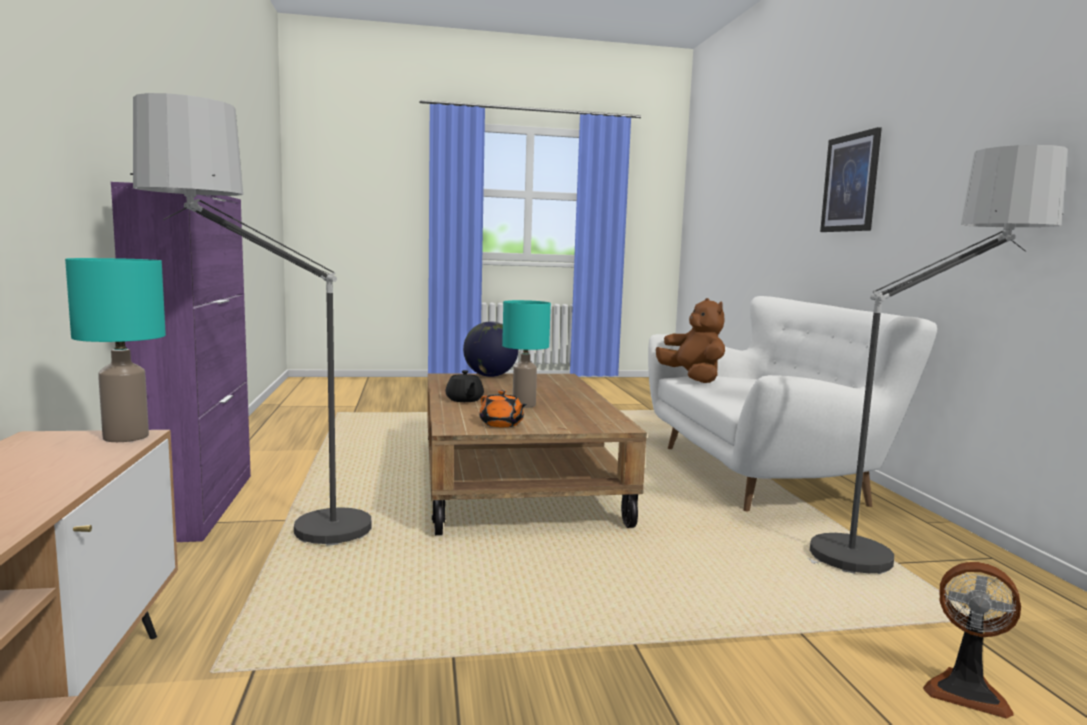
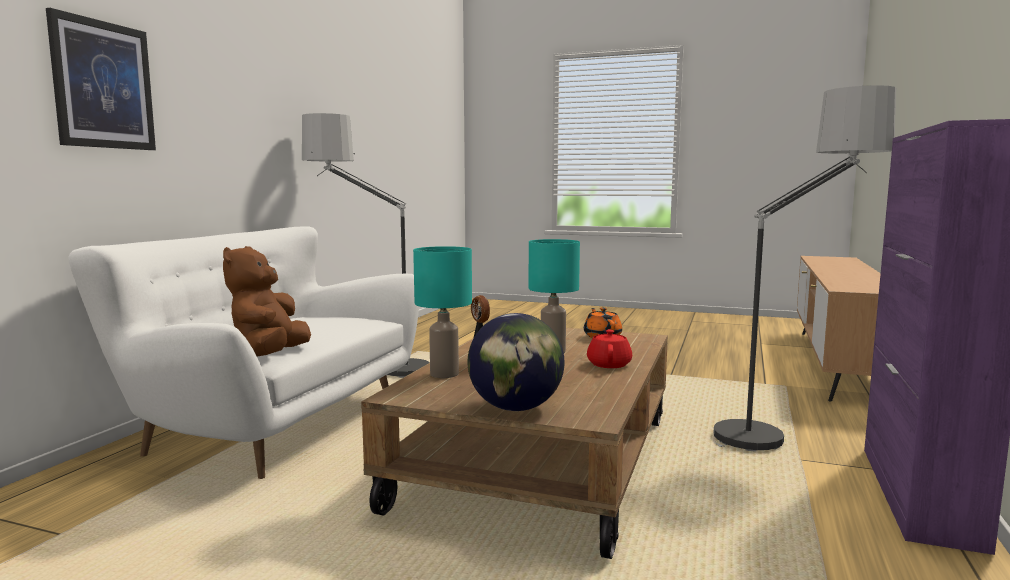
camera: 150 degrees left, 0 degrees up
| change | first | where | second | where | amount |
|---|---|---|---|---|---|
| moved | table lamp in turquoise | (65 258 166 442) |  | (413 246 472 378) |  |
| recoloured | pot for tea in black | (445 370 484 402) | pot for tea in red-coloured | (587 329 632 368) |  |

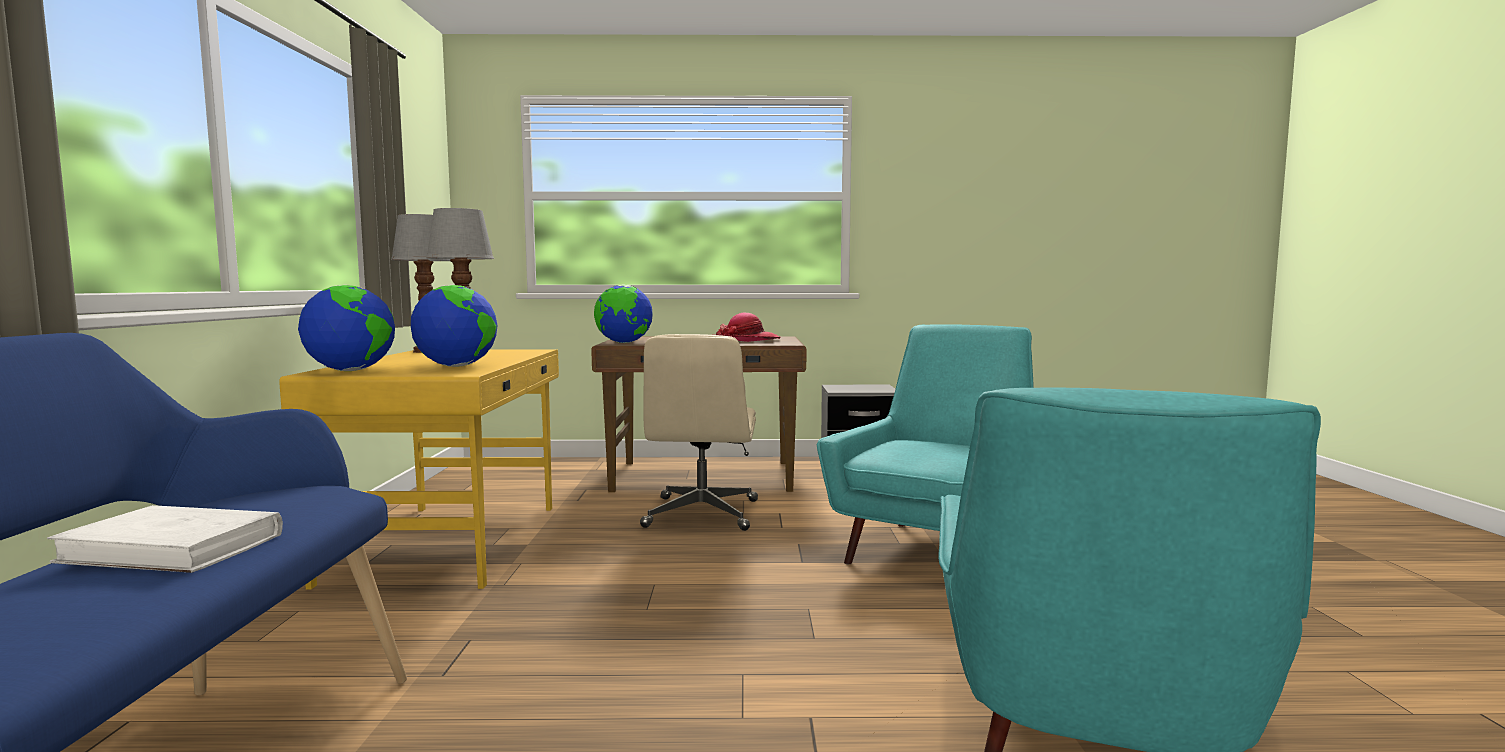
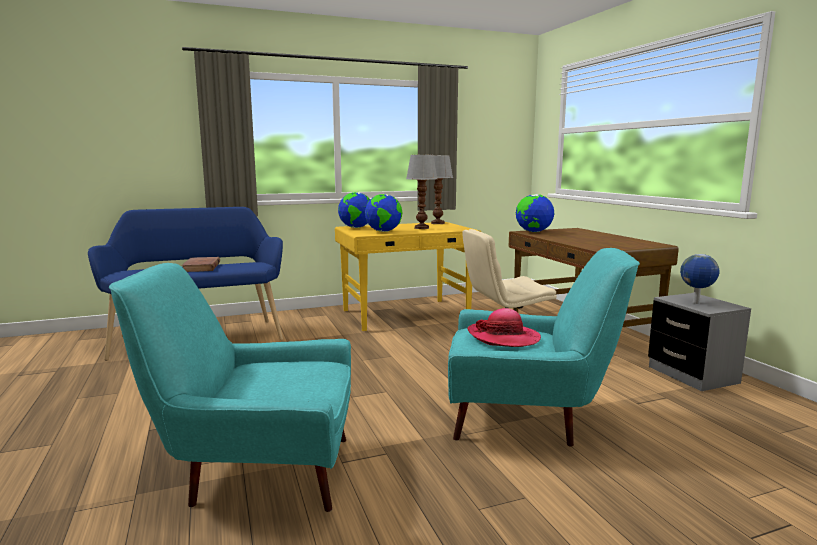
camera: 70 degrees right, 5 degrees up
| change | first | where | second | where | amount |
|---|---|---|---|---|---|
| added |  |  | desk globe | (680 254 719 304) |  |
| moved | clothing hat | (716 313 781 342) |  | (467 308 541 347) |  |
| recoloured | volume in white | (47 505 283 573) | volume in brown | (181 257 220 272) |  |

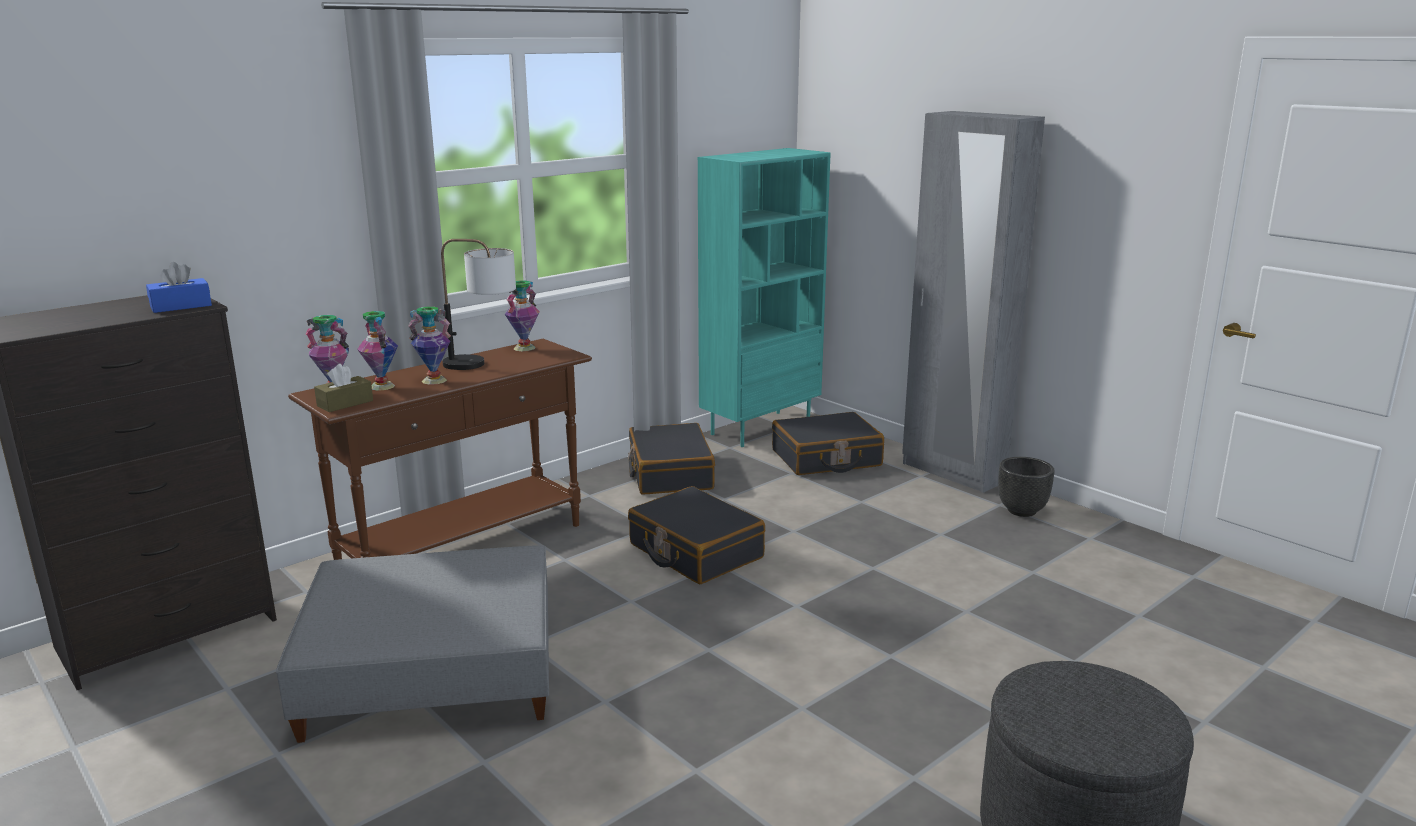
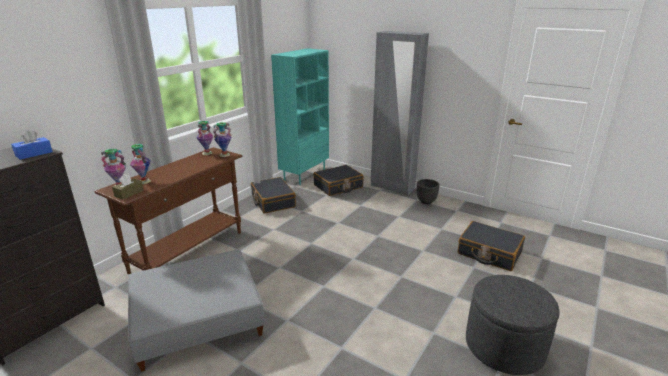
camera: 15 degrees left, 5 degrees up
| change | first | where | second | where | amount |
|---|---|---|---|---|---|
| removed | table lamp | (441 239 516 370) |  |  |  |
| moved | flower vase | (408 306 451 385) |  | (213 122 232 157) |  |
| moved | suitcase in black | (628 486 765 584) |  | (458 221 525 271) |  |

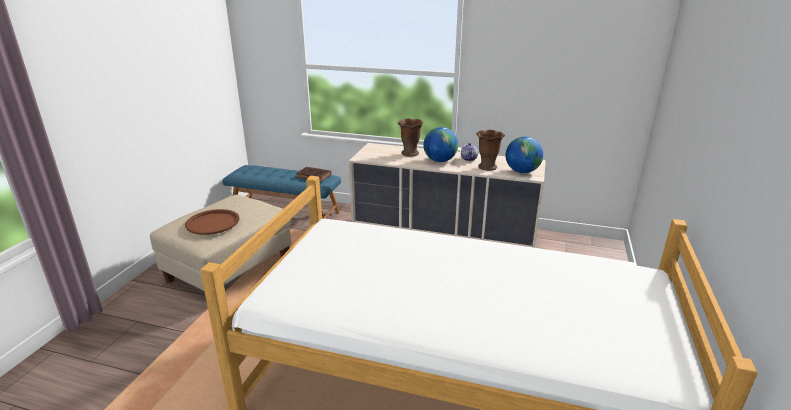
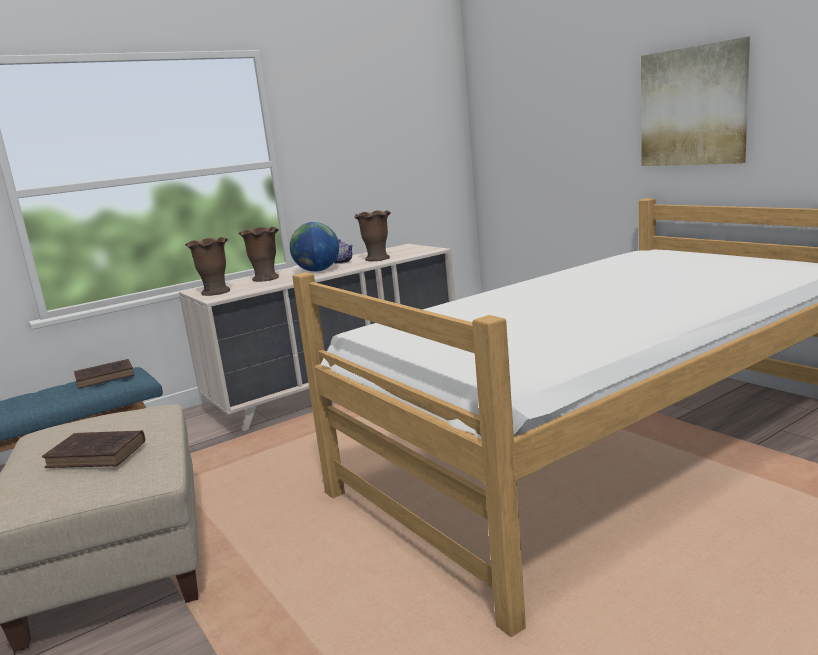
camera: 50 degrees left, 10 degrees down
| change | first | where | second | where | amount |
|---|---|---|---|---|---|
| removed | desk globe | (506 136 543 173) |  |  |  |
| added |  |  | flower vase in brown | (185 237 230 296) |  |
| added |  |  | picture | (641 37 750 166) |  |
| replaced | carrying tray in brown | (185 209 239 235) | volume in brown | (42 431 145 468) |  |

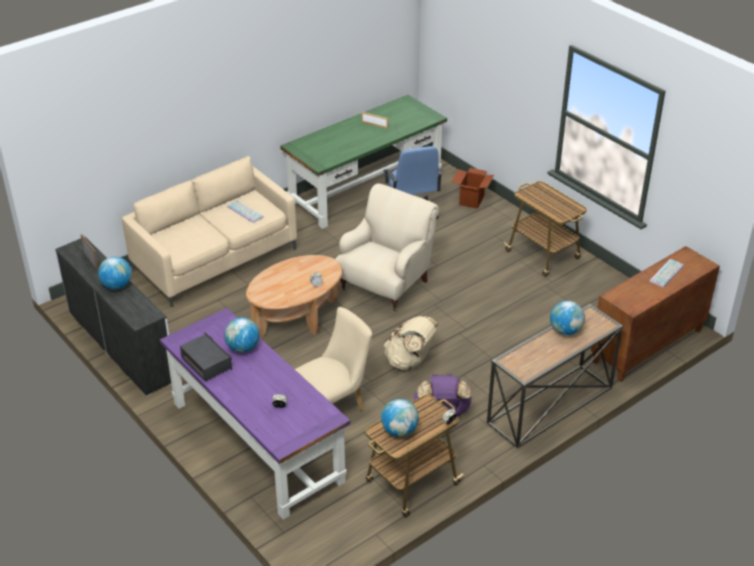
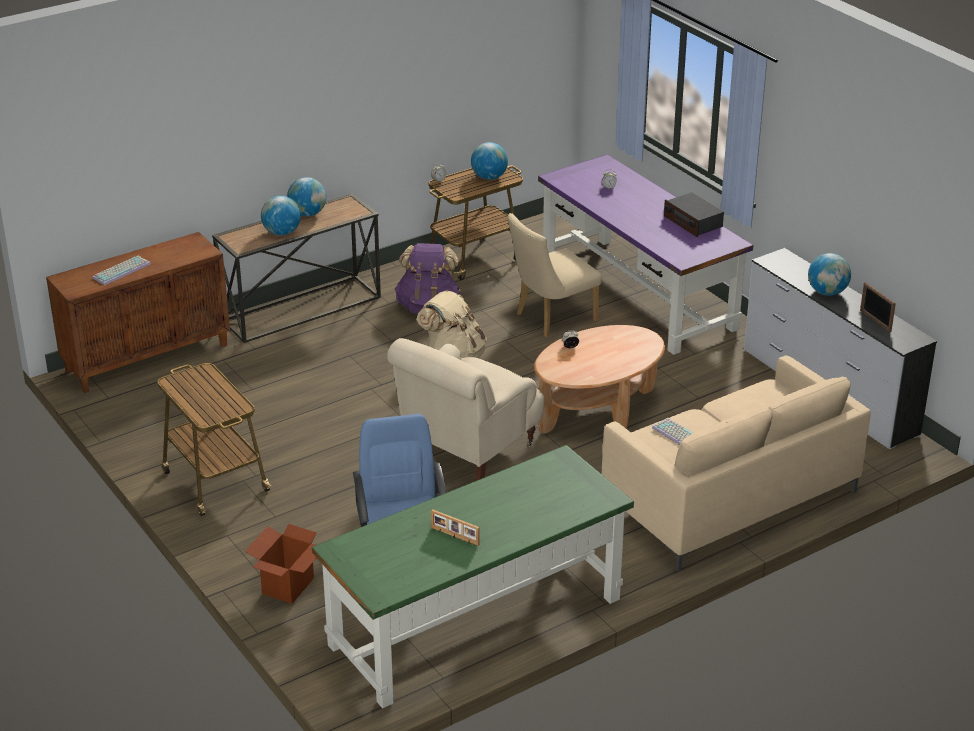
camera: 175 degrees left, 5 degrees down
| change | first | where | second | where | amount |
|---|---|---|---|---|---|
| moved | desk globe | (224 318 259 353) |  | (287 177 326 217) |  |

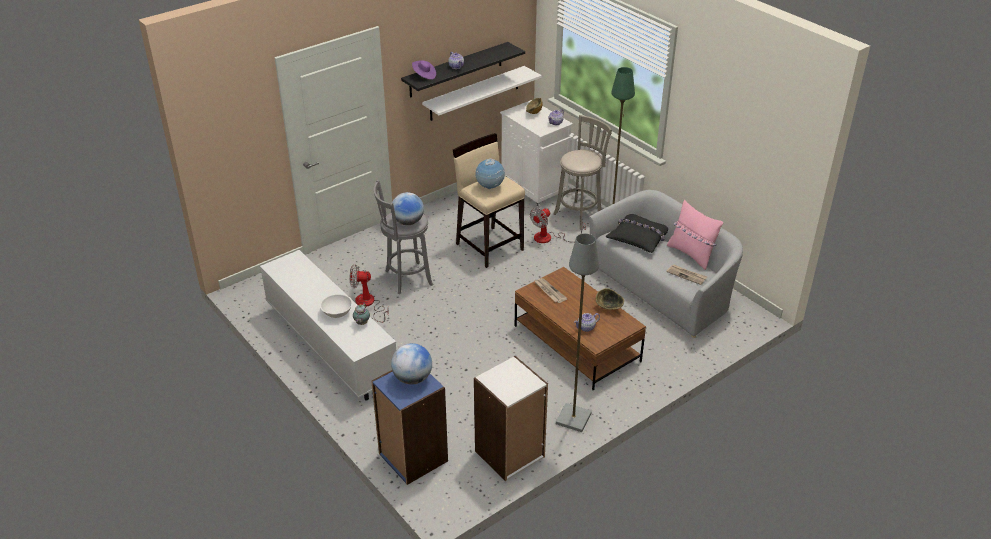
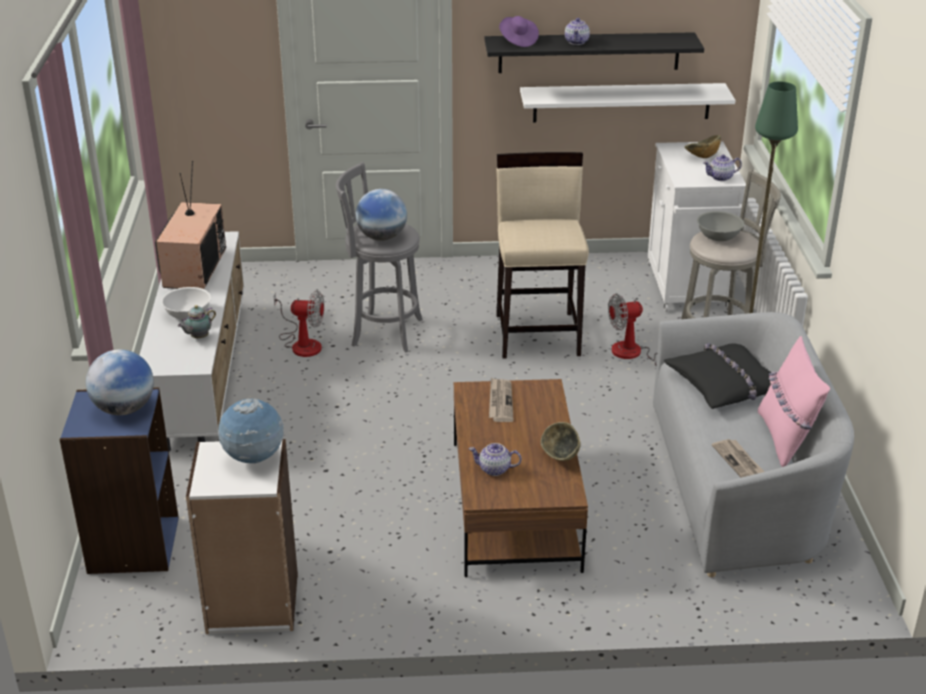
camera: 35 degrees right, 5 degrees down
| change | first | where | second | where | amount |
|---|---|---|---|---|---|
| removed | standard lamp in grey | (556 233 599 432) |  |  |  |
| added |  |  | TV set | (155 161 226 289) |  |
| added |  |  | serving bowl in grey | (697 211 744 241) |  |
| moved | desk globe | (475 158 505 189) |  | (218 398 284 464) |  |
| turned | fan | (350 265 389 322) |  | (274 290 324 357) | 150 degrees clockwise |

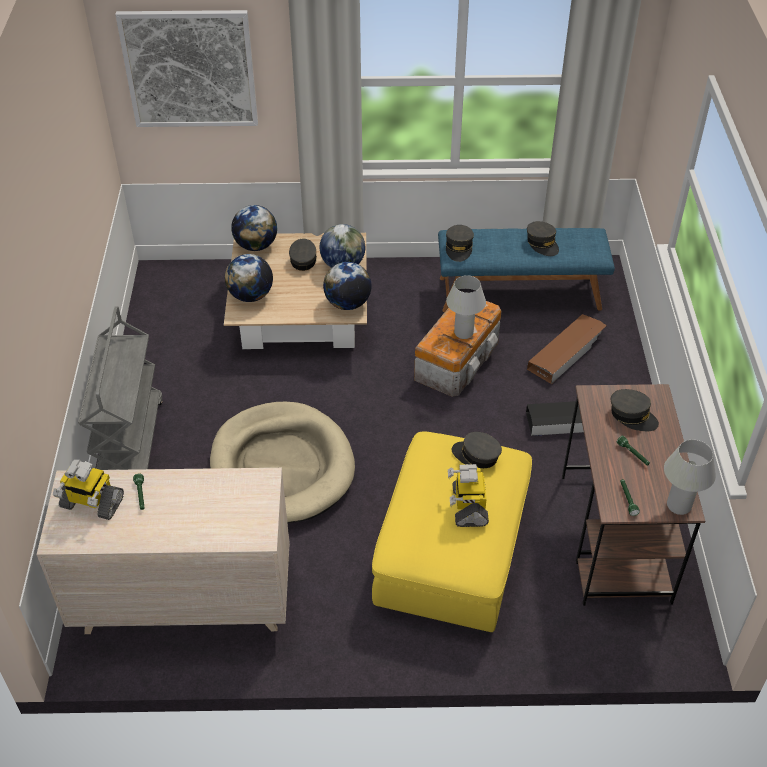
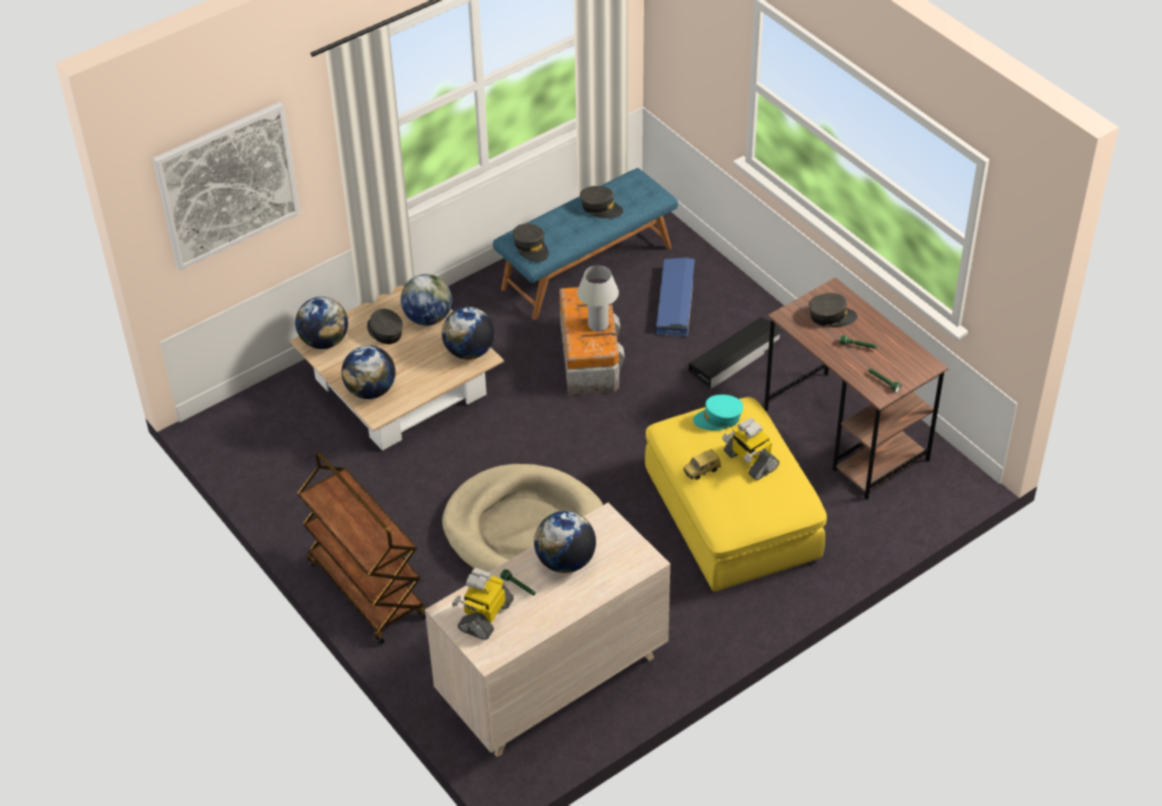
camera: 35 degrees left, 0 degrees up
| change | first | where | second | where | amount |
|---|---|---|---|---|---|
| removed | table lamp in white | (664 440 716 515) |  |  |  |
| added |  |  | desk globe | (534 511 596 573) |  |
| added |  |  | toy car | (683 449 721 480) |  |
| recoloured | wheeled cart in grey | (78 307 163 470) | wheeled cart in brown | (297 451 426 644) |  |
| recoloured | peaked cap in grey | (452 432 502 468) | peaked cap in turquoise | (693 395 743 431) |  |
| recoloured | storage container in brown | (527 314 607 384) | storage container in blue-coloured | (656 258 695 336) |  |
| turned | toy robot | (53 459 124 520) |  | (452 568 514 640) | 135 degrees clockwise |

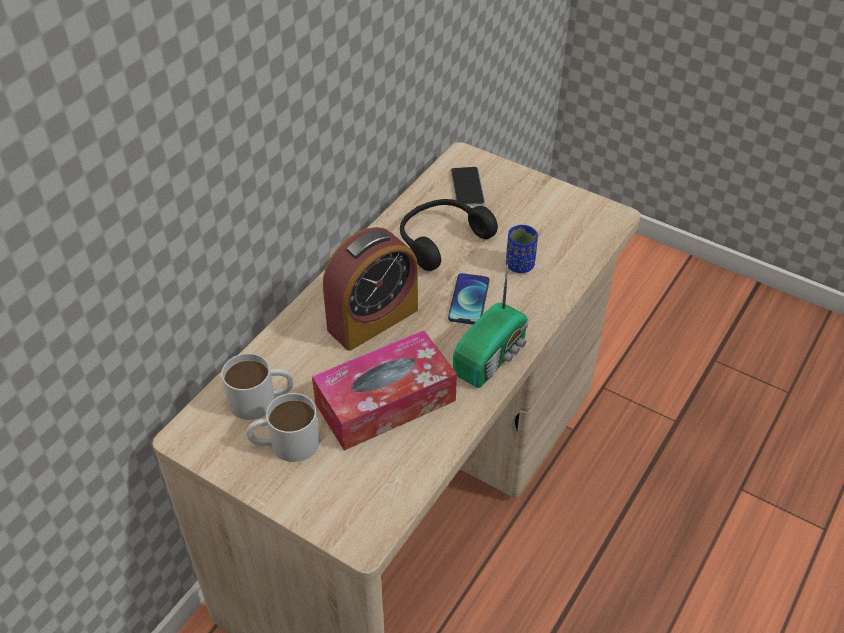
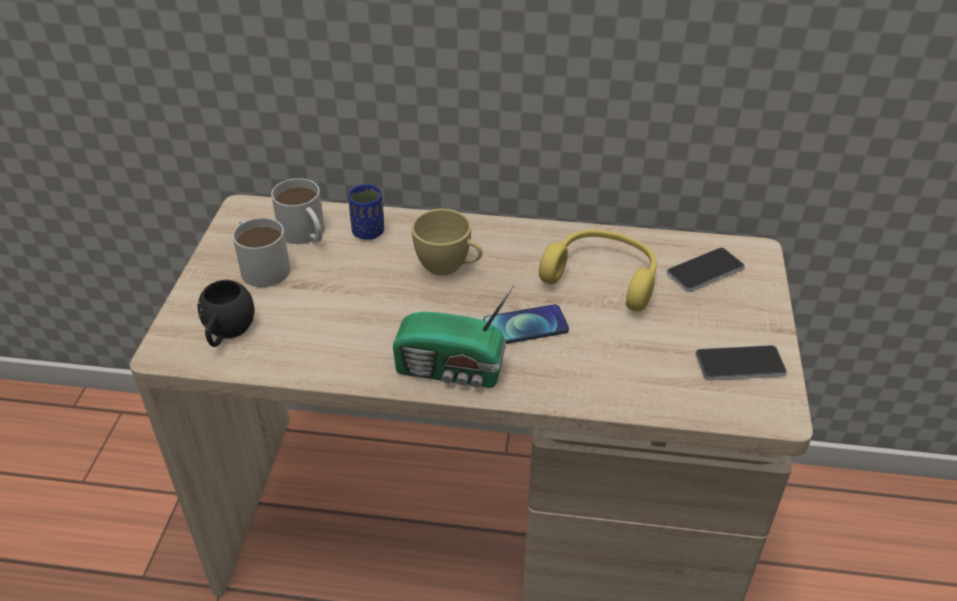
camera: 65 degrees right, 5 degrees down
| change | first | where | second | where | amount |
|---|---|---|---|---|---|
| removed | tissue holder | (312 330 457 451) |  |  |  |
| added |  |  | tea mug in black | (197 280 255 347) |  |
| added |  |  | phone | (696 345 787 380) |  |
| moved | cup in blue-coloured | (506 225 538 273) |  | (348 184 384 240) |  |
| replaced | table clock | (323 227 418 351) | cup in yellow-coloured | (411 209 482 276) |  |
| recoloured | headset in black | (400 199 498 271) | headset in yellow-coloured | (539 230 657 311) |  |

